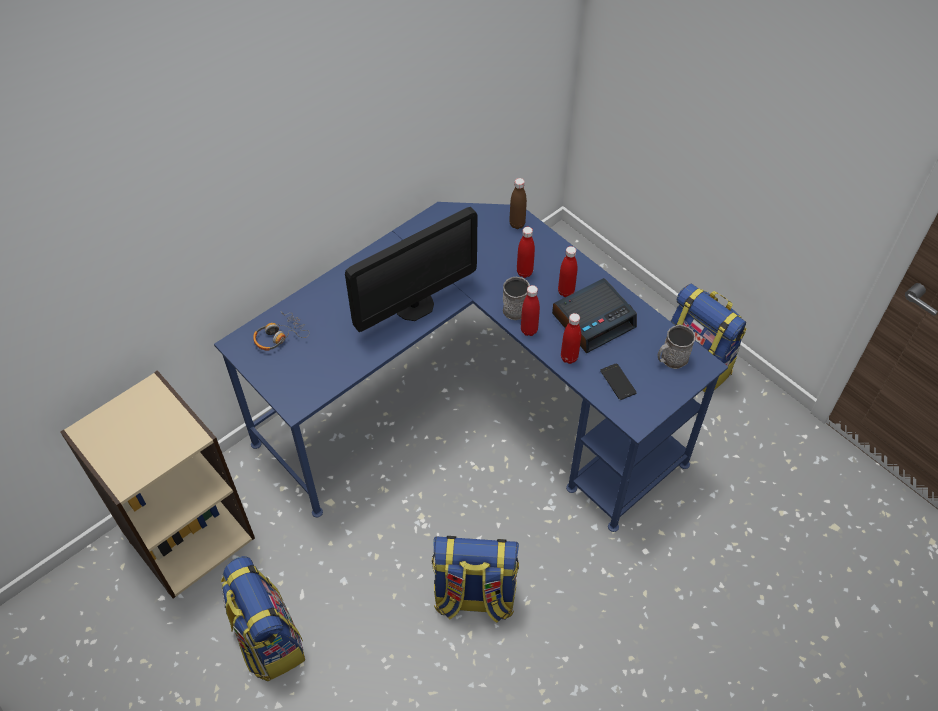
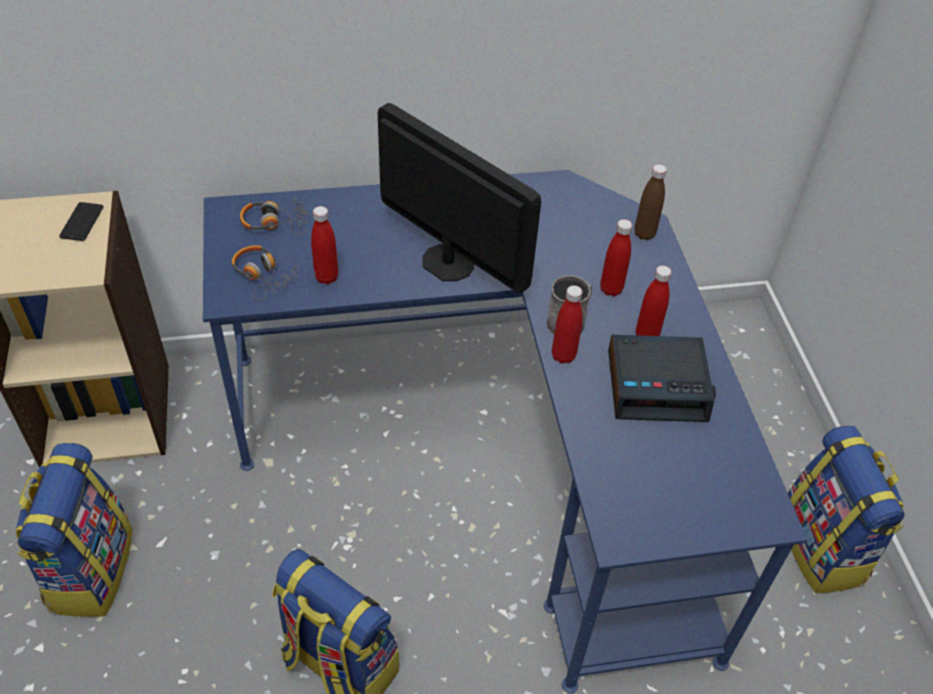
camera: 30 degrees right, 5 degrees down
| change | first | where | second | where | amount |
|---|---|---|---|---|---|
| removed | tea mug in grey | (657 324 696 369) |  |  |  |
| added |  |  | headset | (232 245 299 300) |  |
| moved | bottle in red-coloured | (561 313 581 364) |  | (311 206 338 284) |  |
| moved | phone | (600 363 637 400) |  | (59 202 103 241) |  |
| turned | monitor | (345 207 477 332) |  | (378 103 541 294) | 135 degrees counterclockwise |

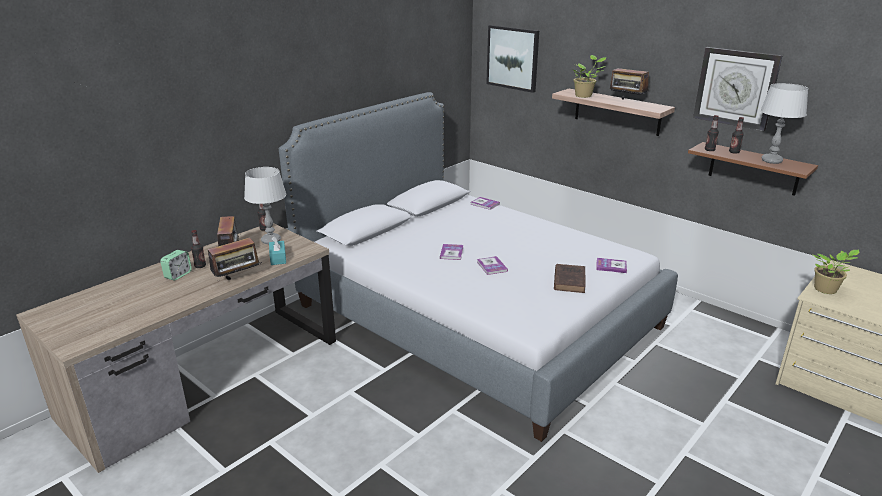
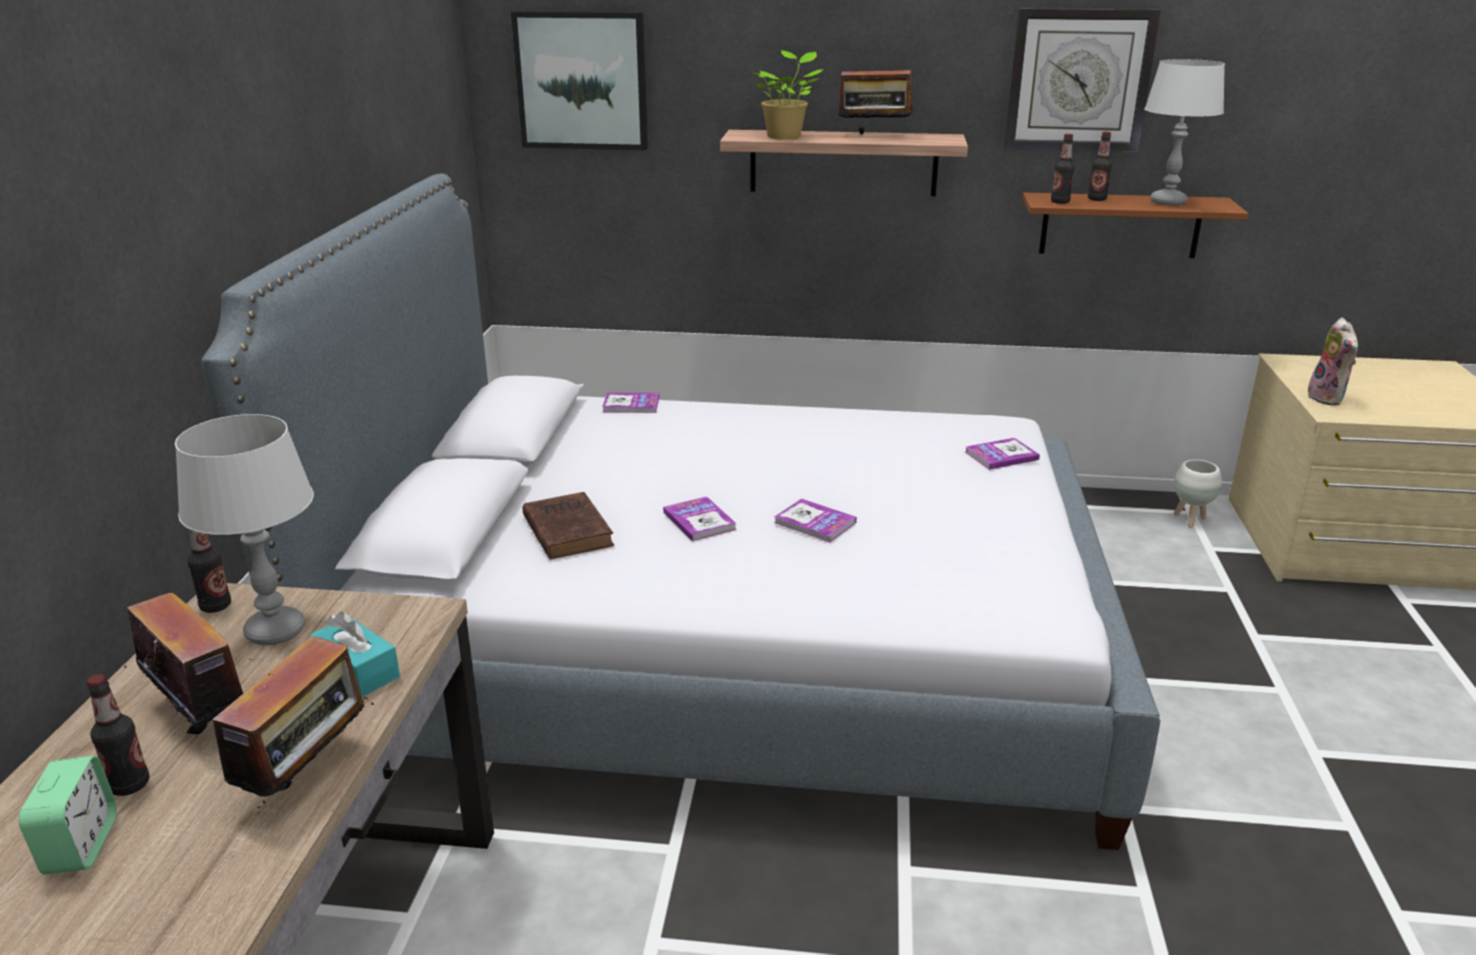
camera: 35 degrees left, 0 degrees up
| change | first | where | second | where | amount |
|---|---|---|---|---|---|
| added |  |  | plant pot in white | (1174 459 1222 528) |  |
| moved | volume in brown | (554 264 586 293) |  | (523 492 614 560) |  |
| replaced | potted plant | (813 249 859 294) | plush toy | (1305 318 1358 405) |  |

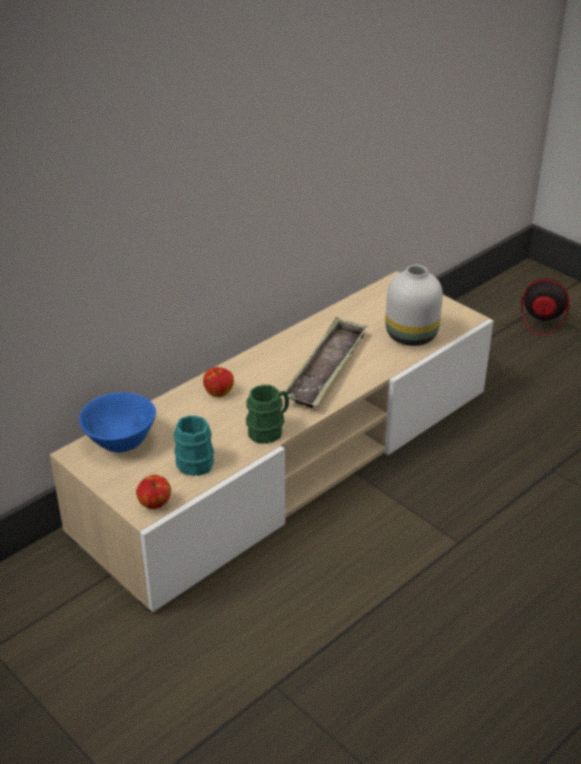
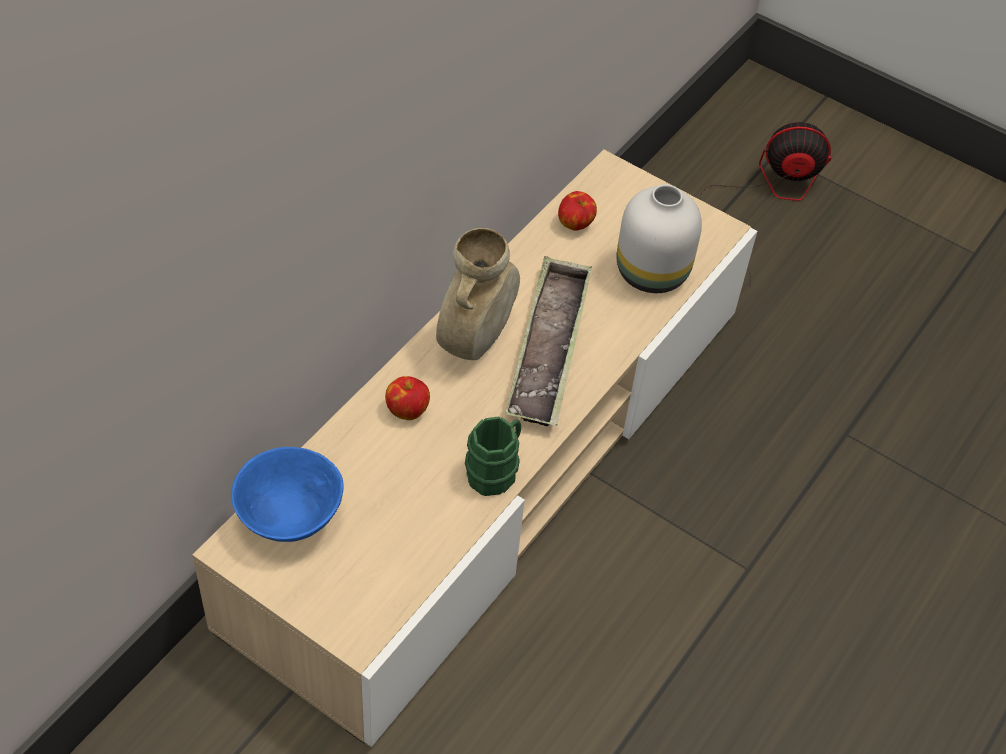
camera: 15 degrees left, 15 degrees up
| change | first | where | second | where | amount |
|---|---|---|---|---|---|
| removed | tea mug in turquoise | (173 415 214 476) |  |  |  |
| added |  |  | flower vase in beige-coloured | (436 228 520 360) |  |
| moved | apple fruit | (136 475 171 509) |  | (558 191 597 231) |  |

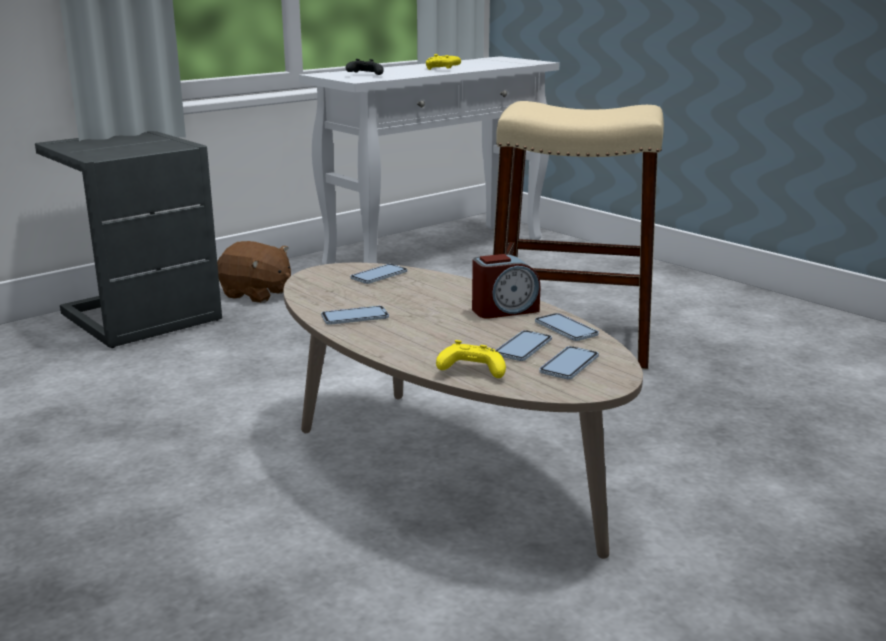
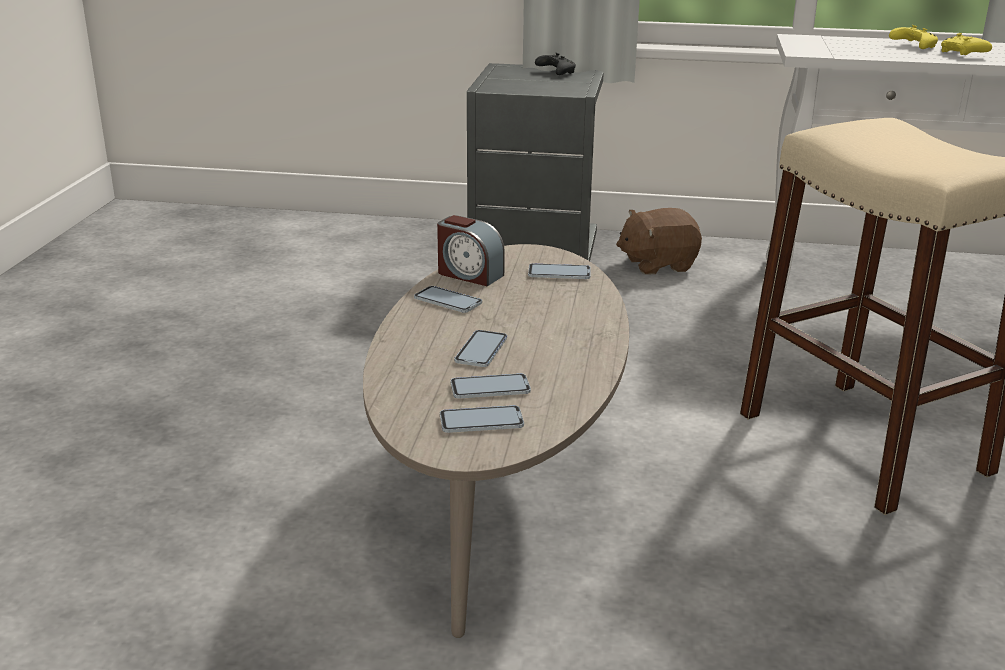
camera: 50 degrees right, 5 degrees up
| change | first | where | second | where | amount |
|---|---|---|---|---|---|
| moved | joypad in black | (346 59 384 75) |  | (535 53 576 75) |  |
| moved | joypad in yellow-coloured | (436 340 506 378) |  | (889 25 938 49) |  |
| moved | table clock | (472 254 540 319) |  | (437 215 505 286) |  |
| moved | phone | (535 313 599 341) |  | (454 330 507 367) |  |
| turned | plush toy in brown | (217 241 291 303) |  | (616 208 702 275) | 90 degrees clockwise |

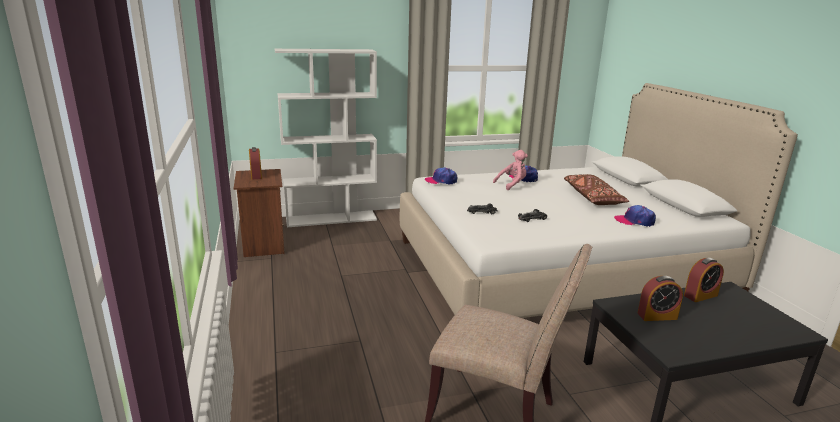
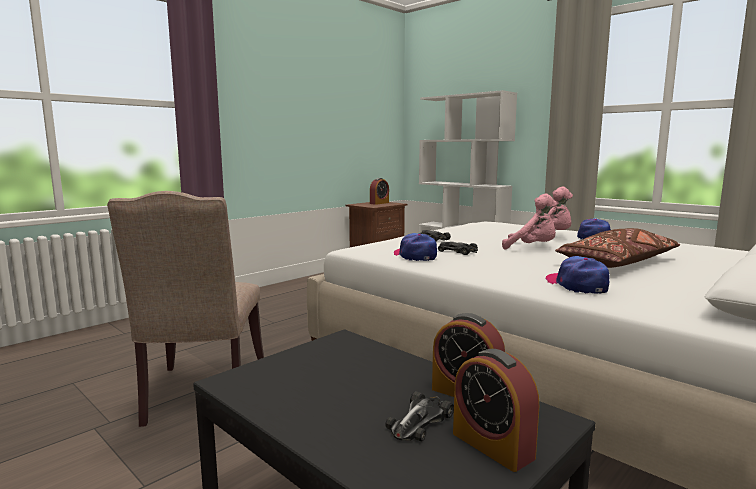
camera: 60 degrees right, 10 degrees down
| change | first | where | second | where | amount |
|---|---|---|---|---|---|
| added |  |  | toy car | (385 391 454 441) |  |
| added |  |  | plush toy in pinkish | (502 194 557 250) |  |
| moved | peaked cap | (425 167 457 184) |  | (394 233 437 261) |  |
| moved | table clock | (637 276 683 321) |  | (453 349 539 472) |  |

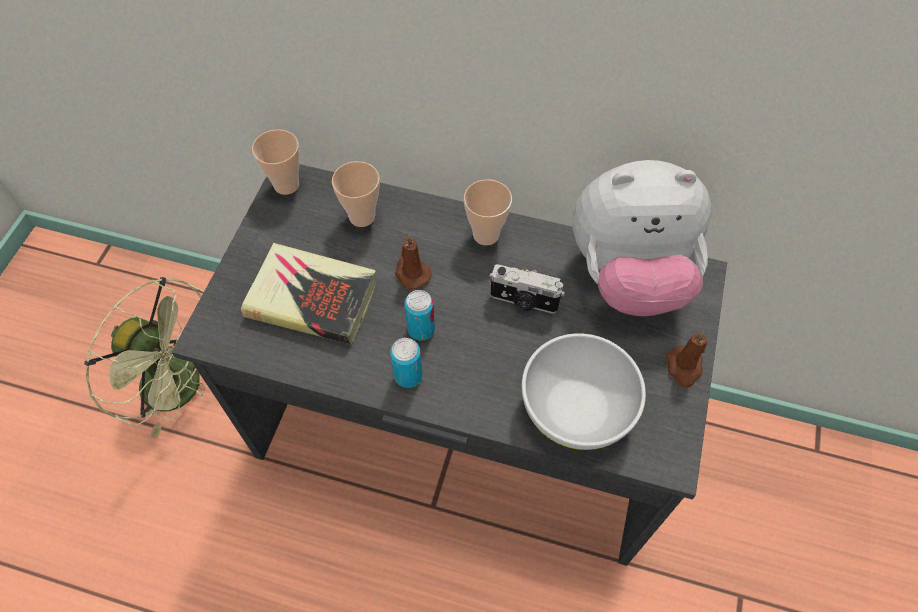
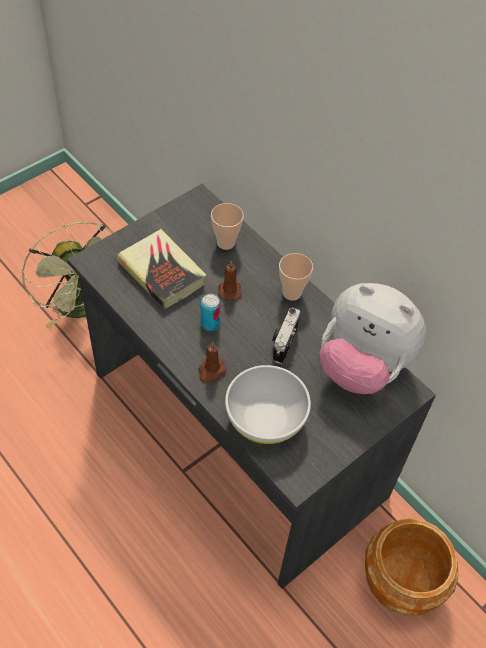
camera: 30 degrees right, 5 degrees down
| change | first | where | second | where | amount |
|---|---|---|---|---|---|
| removed | cup | (252 129 300 195) |  |  |  |
| removed | metal can | (390 338 422 388) |  |  |  |
| added |  |  | plant pot in brown | (365 518 458 616) |  |
| moved | wax light in brown | (666 332 707 388) |  | (198 342 226 383) |  |
| turned | still camera | (489 264 565 314) |  | (272 308 300 364) | 60 degrees clockwise |

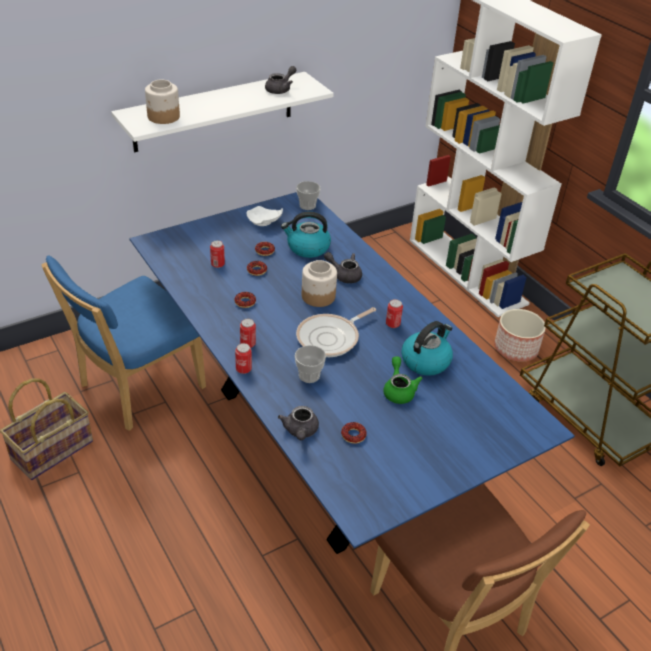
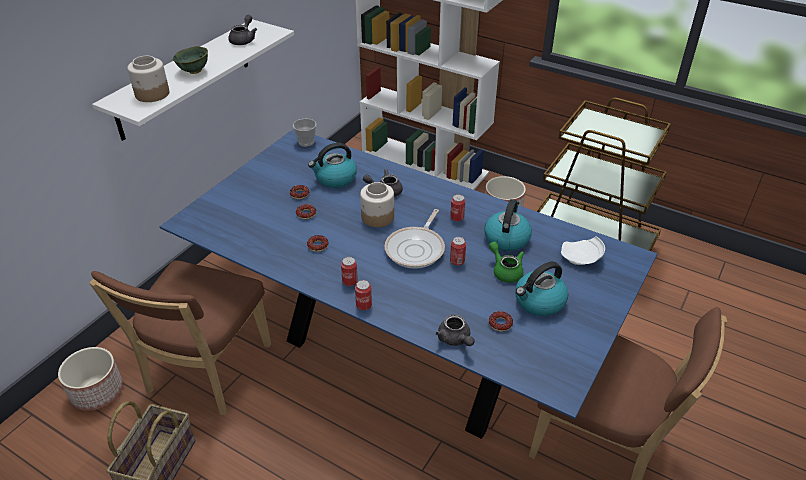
camera: 25 degrees left, 0 degrees up
| change | first | where | second | where | amount |
|---|---|---|---|---|---|
| removed | cup | (295 345 326 383) |  |  |  |
| added |  |  | plant pot | (58 347 123 411) |  |
| added |  |  | serving bowl in green | (173 46 208 74) |  |
| added |  |  | kettle | (515 261 568 316) |  |
| moved | metal can | (210 240 225 268) |  | (450 237 466 266) |  |
| moved | dinner plate in white | (246 206 283 226) |  | (561 236 605 265) |  |
| recoloured | plain chair in blue-coloured | (41 256 206 431) | plain chair in brown | (89 260 271 415) |  |

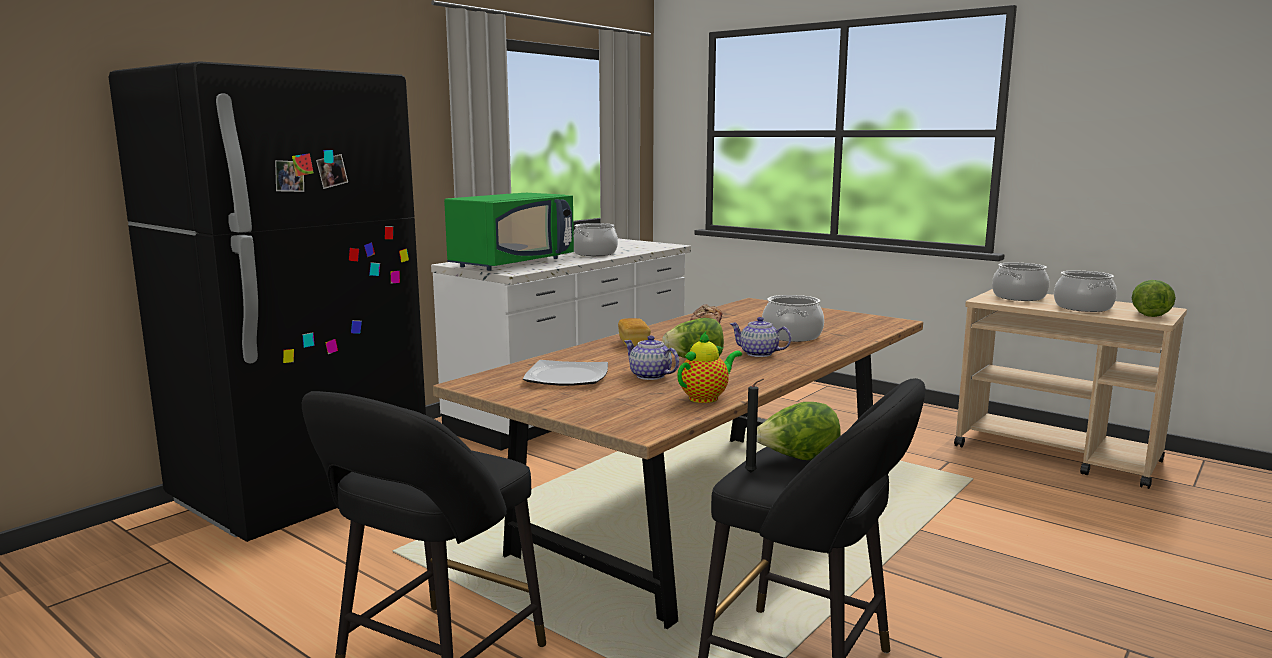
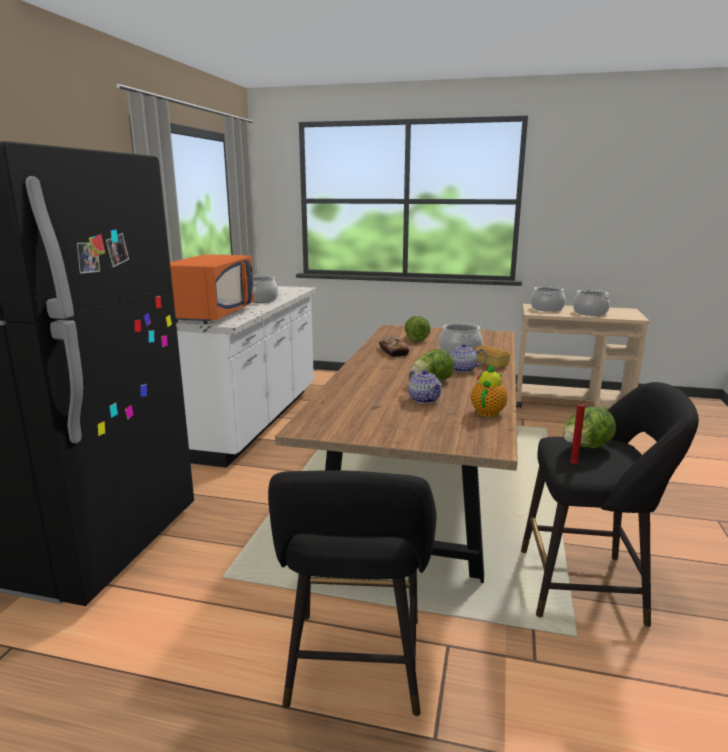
camera: 25 degrees left, 5 degrees up
| change | first | where | second | where | amount |
|---|---|---|---|---|---|
| removed | dinner plate | (523 360 608 386) |  |  |  |
| moved | bread | (618 318 651 347) |  | (474 346 510 368) |  |
| moved | lettuce | (1132 280 1176 317) |  | (405 316 431 342) |  |
| recoloured | kitchen microwave in green | (444 193 574 271) | kitchen microwave in orange-coloured | (170 254 254 324) |  |
| recoloured | wax light in black | (745 379 764 473) | wax light in red-coloured | (570 398 589 465) |  |
| turned | pot for tea | (624 336 679 380) |  | (408 370 442 404) | 135 degrees counterclockwise |

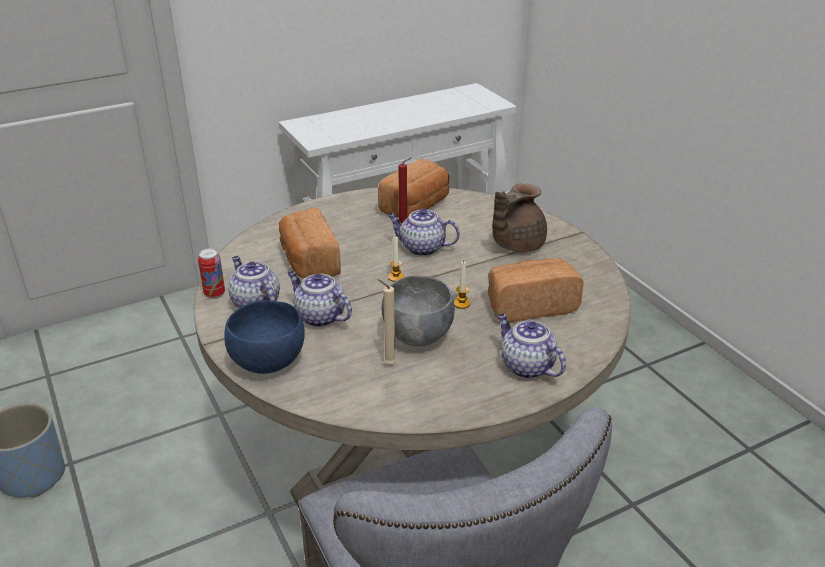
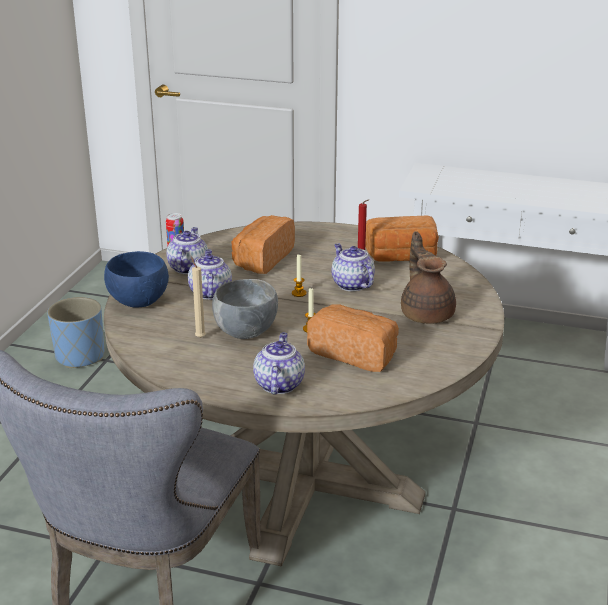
camera: 45 degrees right, 5 degrees down
| change | first | where | second | where | amount |
|---|---|---|---|---|---|
| turned | pot for tea in brown | (492 184 547 252) |  | (401 231 456 324) | 75 degrees clockwise |

